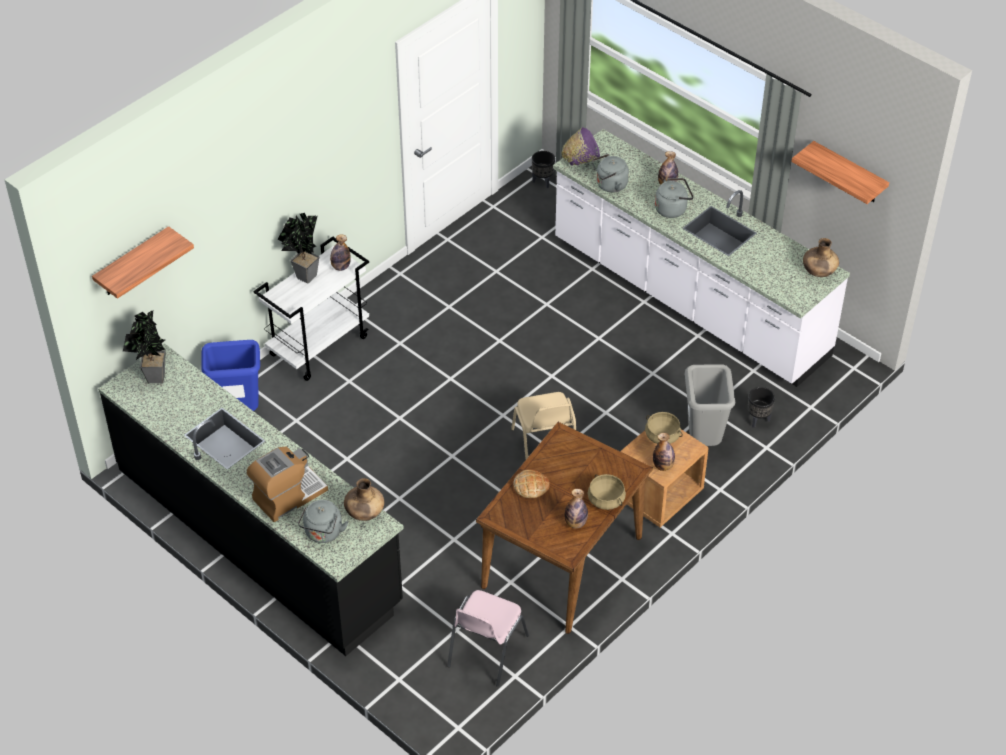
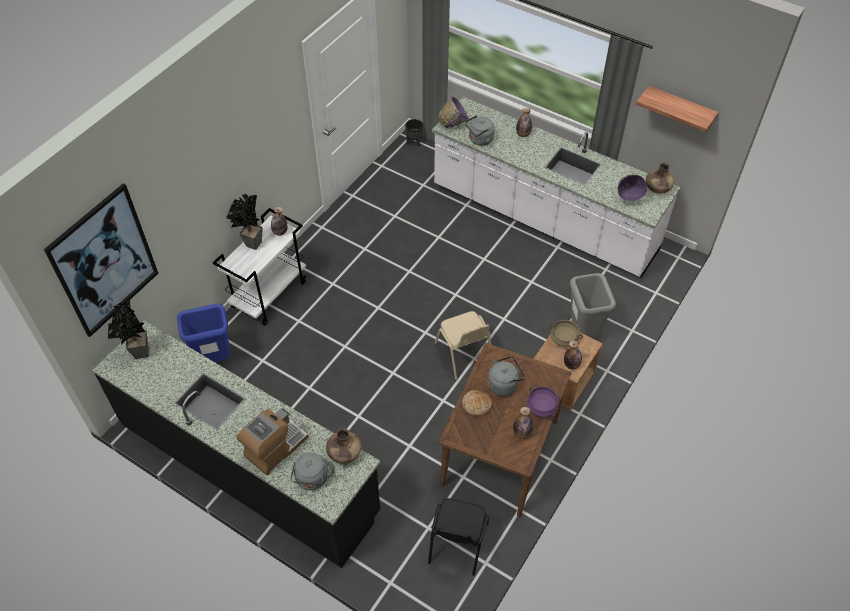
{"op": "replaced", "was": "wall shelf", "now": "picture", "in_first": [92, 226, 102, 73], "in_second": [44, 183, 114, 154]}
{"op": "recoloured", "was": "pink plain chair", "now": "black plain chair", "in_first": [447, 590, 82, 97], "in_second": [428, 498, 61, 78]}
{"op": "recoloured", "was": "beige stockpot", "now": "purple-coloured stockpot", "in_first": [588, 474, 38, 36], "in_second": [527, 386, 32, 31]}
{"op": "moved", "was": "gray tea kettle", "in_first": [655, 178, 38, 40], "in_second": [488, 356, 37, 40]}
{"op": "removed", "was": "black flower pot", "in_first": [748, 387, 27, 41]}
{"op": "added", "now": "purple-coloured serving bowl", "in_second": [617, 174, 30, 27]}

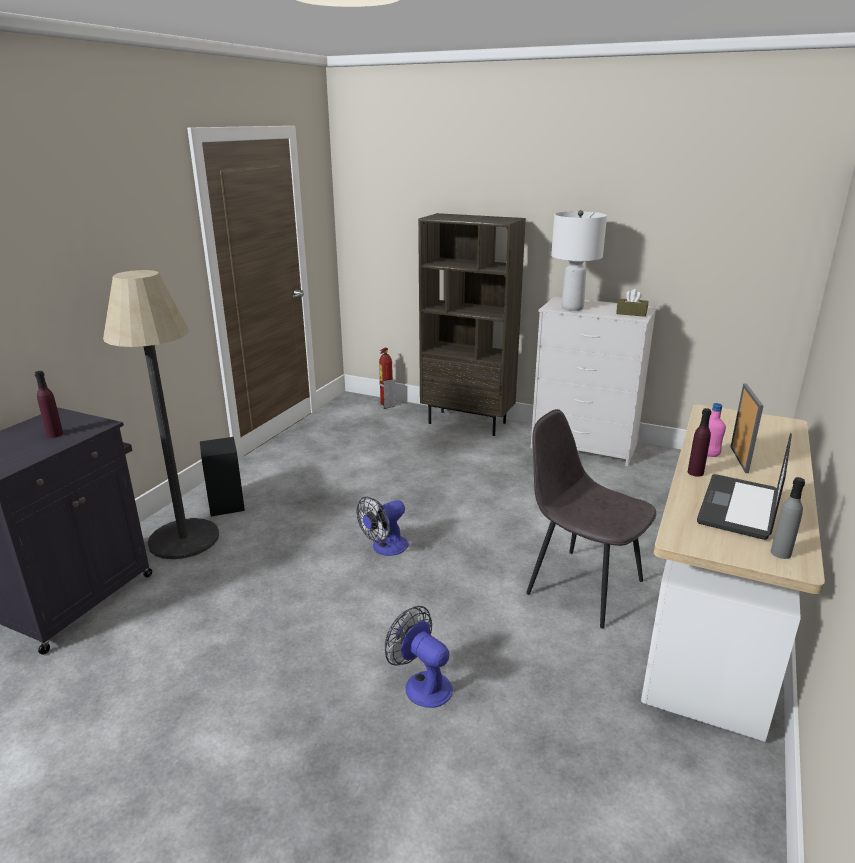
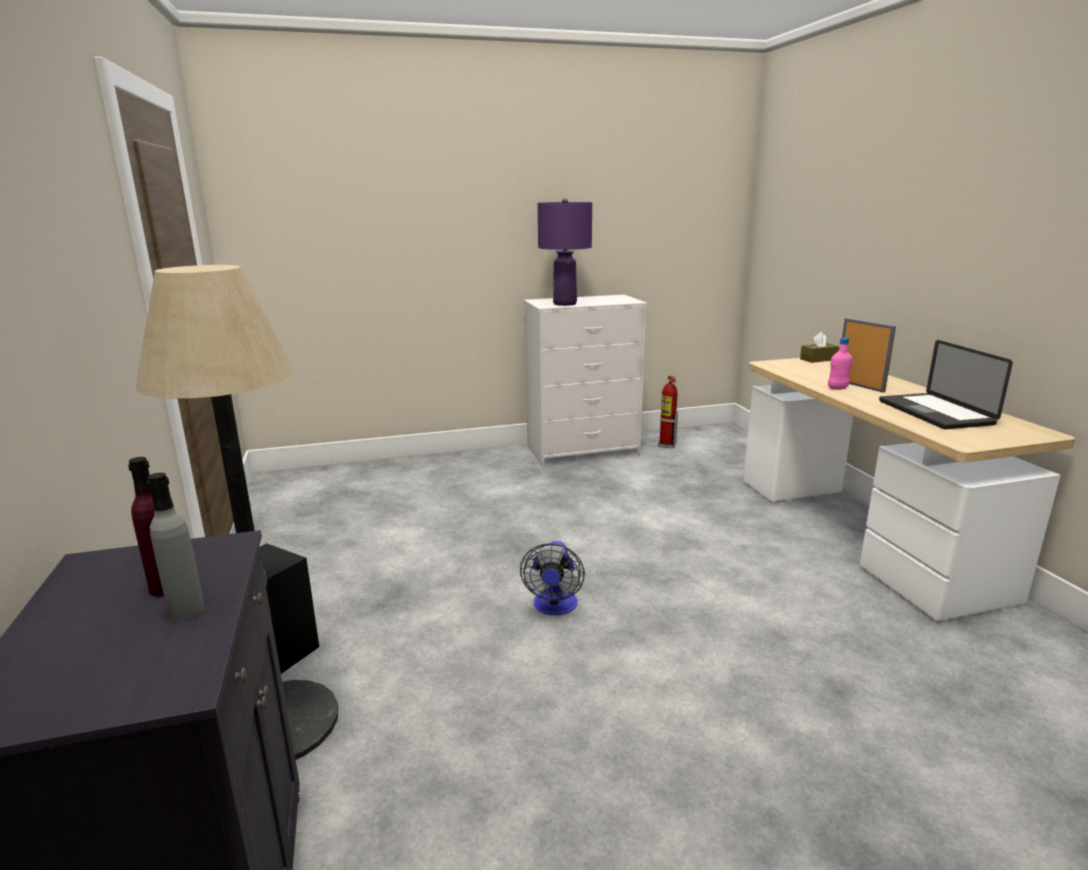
{"op": "moved", "was": "extinguisher", "in_first": [378, 348, 18, 61], "in_second": [658, 376, 20, 73]}
{"op": "removed", "was": "electric fan", "in_first": [385, 606, 68, 102]}
{"op": "removed", "was": "brown shelving unit", "in_first": [418, 213, 108, 223]}
{"op": "removed", "was": "gray plain chair", "in_first": [526, 409, 130, 219]}
{"op": "recoloured", "was": "whitish lamp for a table", "now": "purple-coloured lamp for a table", "in_first": [551, 210, 56, 101], "in_second": [538, 198, 54, 108]}
{"op": "moved", "was": "brown box of tissues", "in_first": [616, 289, 32, 28], "in_second": [800, 332, 39, 31]}
{"op": "removed", "was": "purple-coloured bottle", "in_first": [688, 408, 23, 69]}
{"op": "moved", "was": "gray bottle", "in_first": [771, 477, 34, 82], "in_second": [147, 473, 58, 147]}

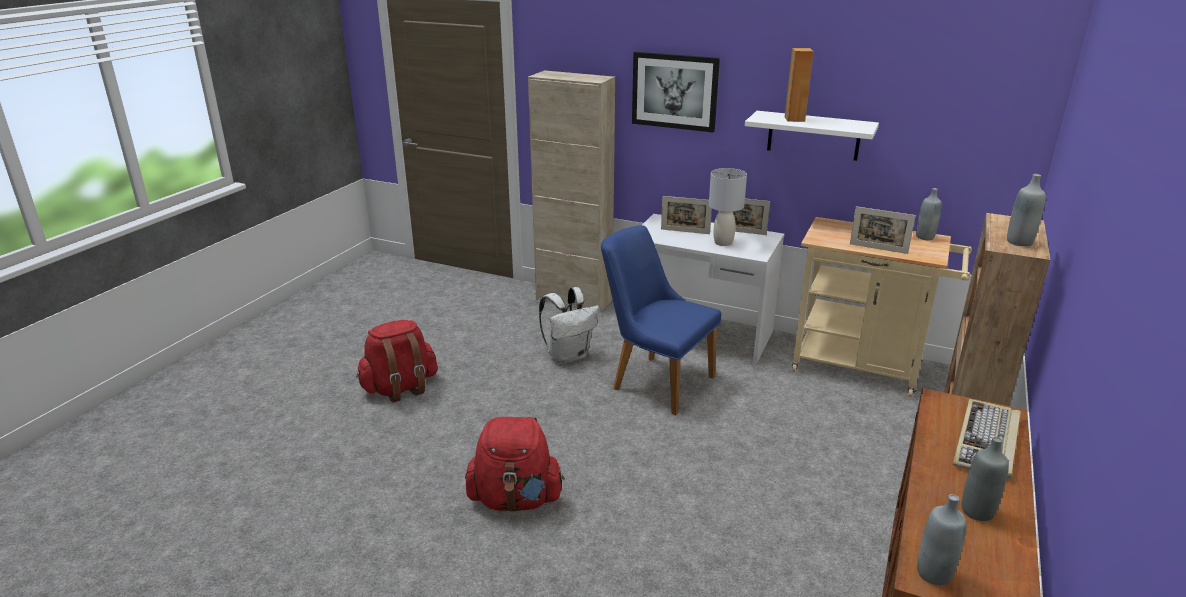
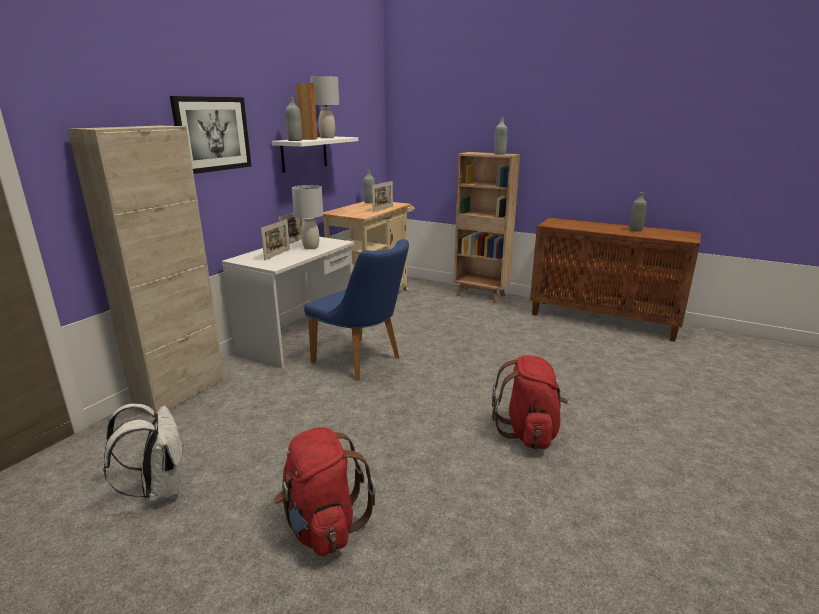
{"op": "moved", "was": "whitish knapsack", "in_first": [539, 287, 60, 77], "in_second": [103, 404, 81, 100]}
{"op": "turned", "was": "blue plain chair", "in_first": [601, 225, 121, 190], "in_second": [304, 239, 105, 141], "clockwise": -90}
{"op": "moved", "was": "gray bottle", "in_first": [917, 494, 49, 91], "in_second": [285, 97, 17, 44]}
{"op": "removed", "was": "keyboard", "in_first": [953, 399, 68, 81]}
{"op": "added", "now": "gray lamp for a table", "in_second": [310, 76, 29, 62]}

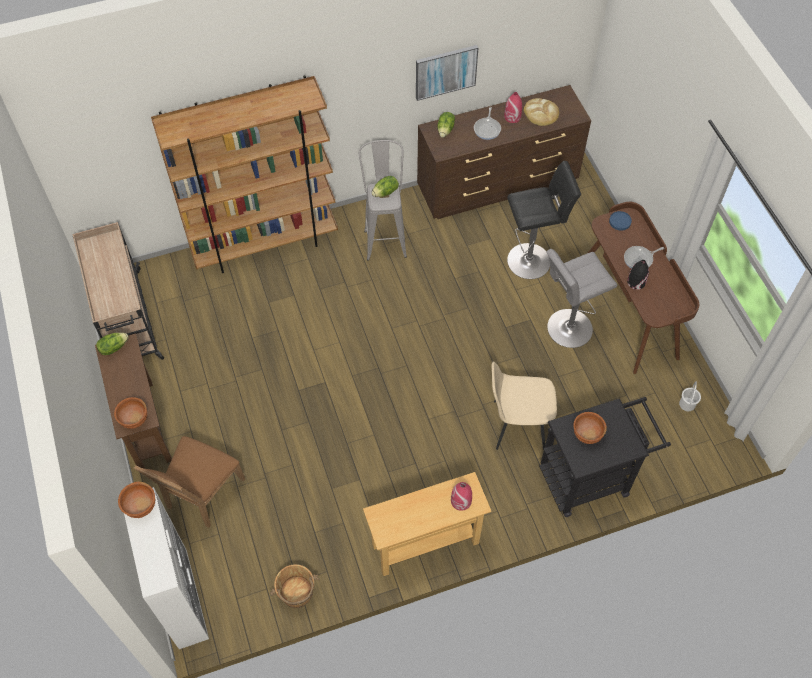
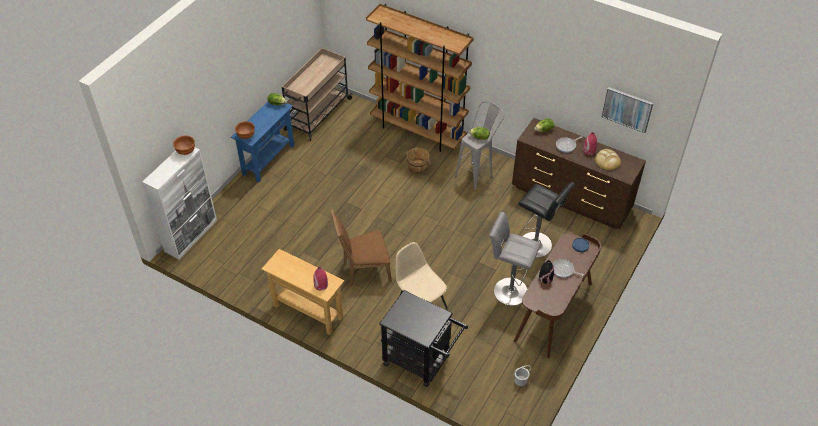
{"op": "recoloured", "was": "brown console table", "now": "blue console table", "in_first": [95, 333, 77, 136], "in_second": [231, 101, 63, 81]}
{"op": "moved", "was": "brown plain chair", "in_first": [134, 436, 111, 92], "in_second": [331, 210, 61, 77]}
{"op": "moved", "was": "brown water bucket", "in_first": [269, 564, 51, 44], "in_second": [405, 148, 26, 26]}
{"op": "moved", "was": "picture", "in_first": [416, 45, 62, 56], "in_second": [602, 87, 51, 46]}
{"op": "removed", "was": "brown serving bowl", "in_first": [573, 412, 34, 32]}

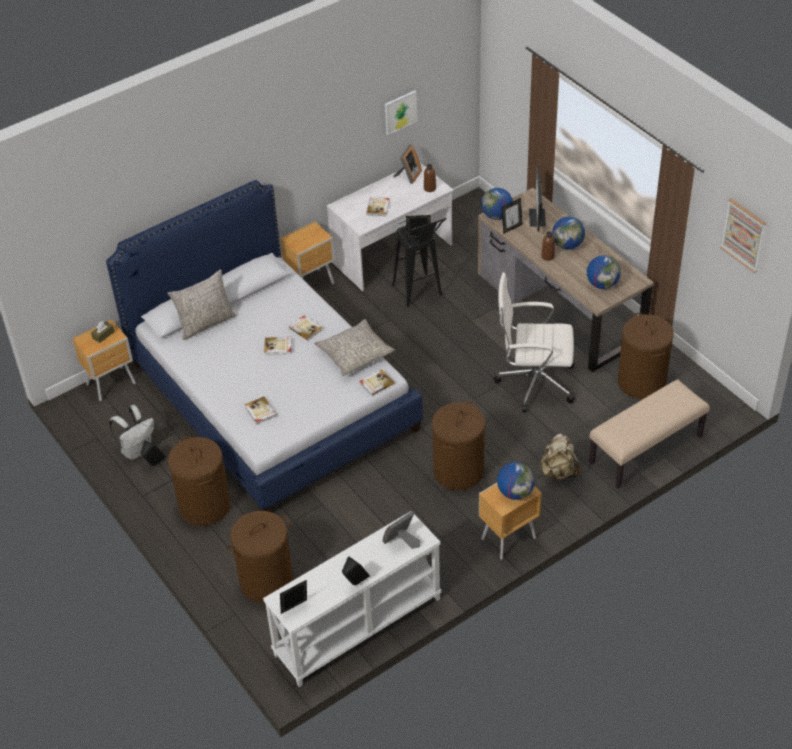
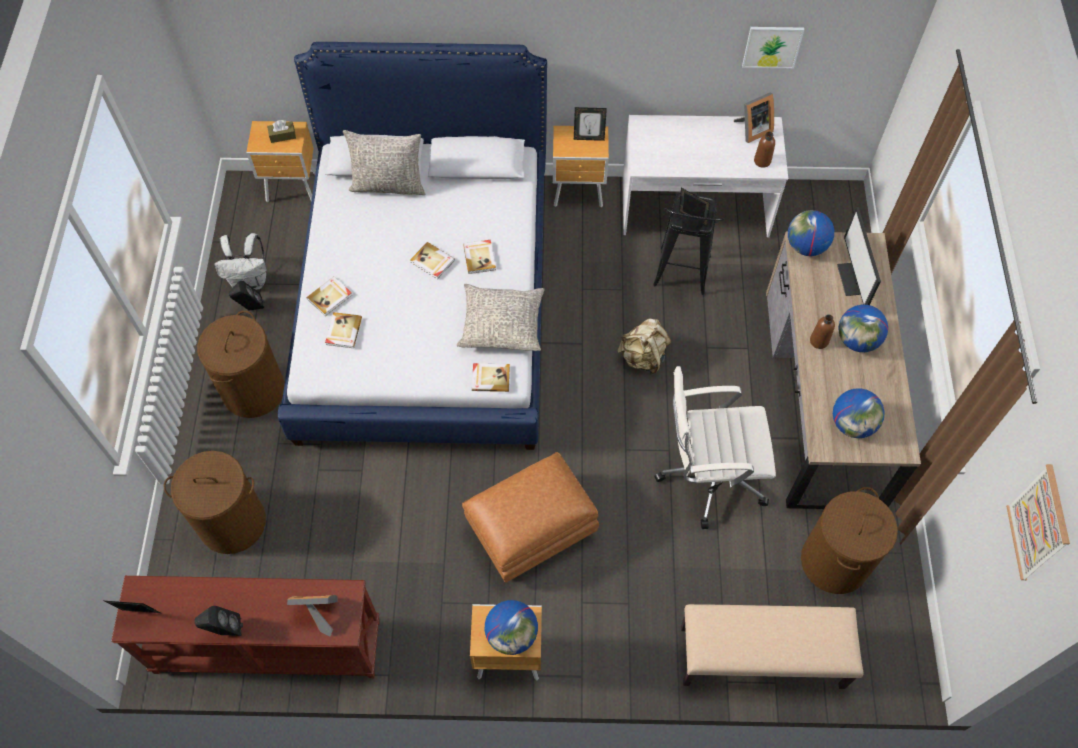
{"op": "recoloured", "was": "whitish console table", "now": "brown console table", "in_first": [263, 511, 178, 176], "in_second": [111, 576, 269, 102]}
{"op": "moved", "was": "volume", "in_first": [366, 197, 24, 19], "in_second": [306, 277, 46, 39]}
{"op": "replaced", "was": "brown hamper", "now": "brown pouffe", "in_first": [432, 401, 53, 89], "in_second": [462, 452, 137, 131]}
{"op": "turned", "was": "whitish desk chair", "in_first": [494, 272, 81, 141], "in_second": [654, 366, 122, 163], "clockwise": -45}
{"op": "moved", "was": "photo frame", "in_first": [502, 198, 20, 36], "in_second": [574, 107, 33, 34]}
{"op": "turned", "was": "computer display", "in_first": [529, 165, 17, 67], "in_second": [837, 207, 44, 98], "clockwise": -45}
{"op": "moved", "was": "beige knapsack", "in_first": [540, 433, 40, 47], "in_second": [618, 319, 54, 56]}

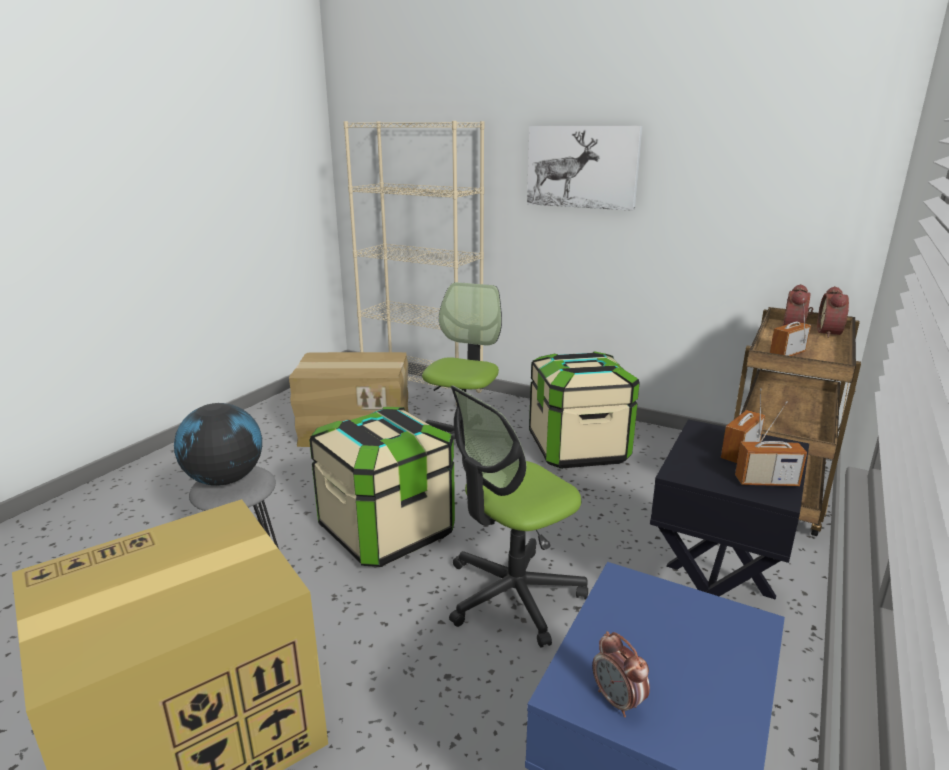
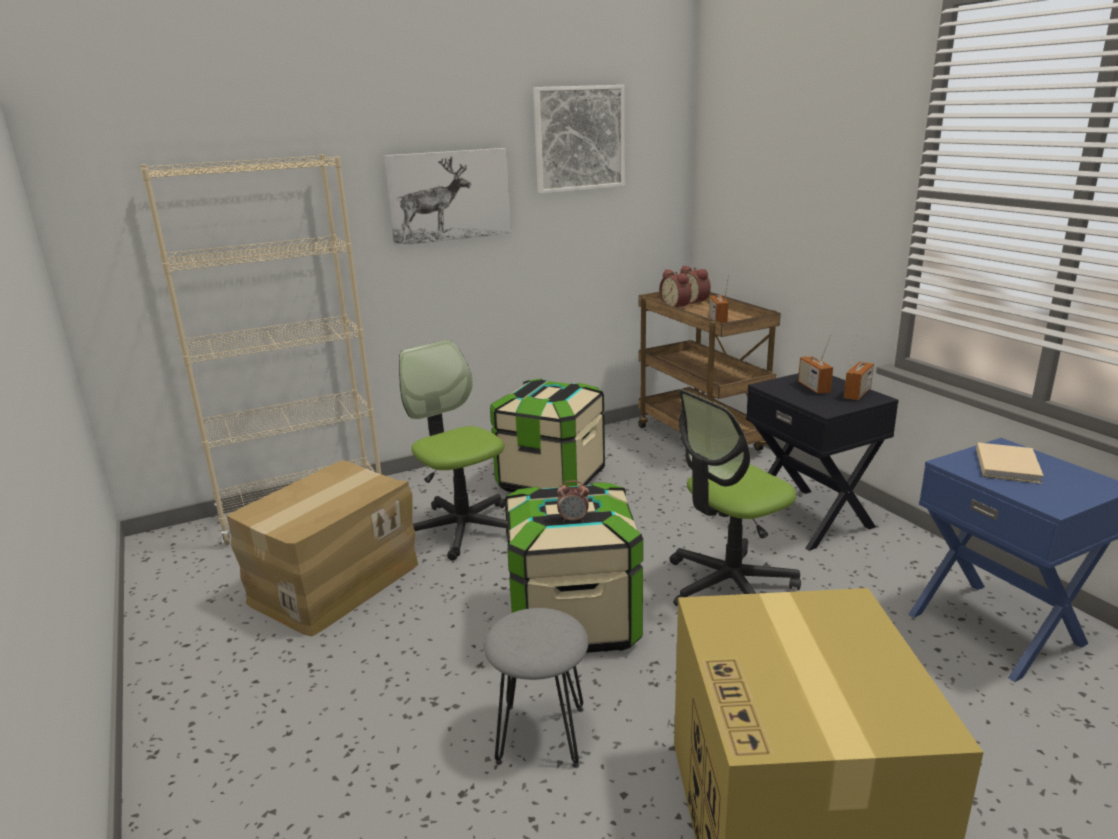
{"op": "removed", "was": "desk globe", "in_first": [174, 403, 88, 83]}
{"op": "turned", "was": "desk chair", "in_first": [449, 385, 139, 263], "in_second": [670, 389, 131, 217], "clockwise": 60}
{"op": "moved", "was": "alarm clock", "in_first": [592, 631, 58, 86], "in_second": [557, 480, 32, 42]}
{"op": "added", "now": "picture", "in_second": [533, 85, 92, 109]}
{"op": "added", "now": "beige volume", "in_second": [976, 443, 68, 41]}

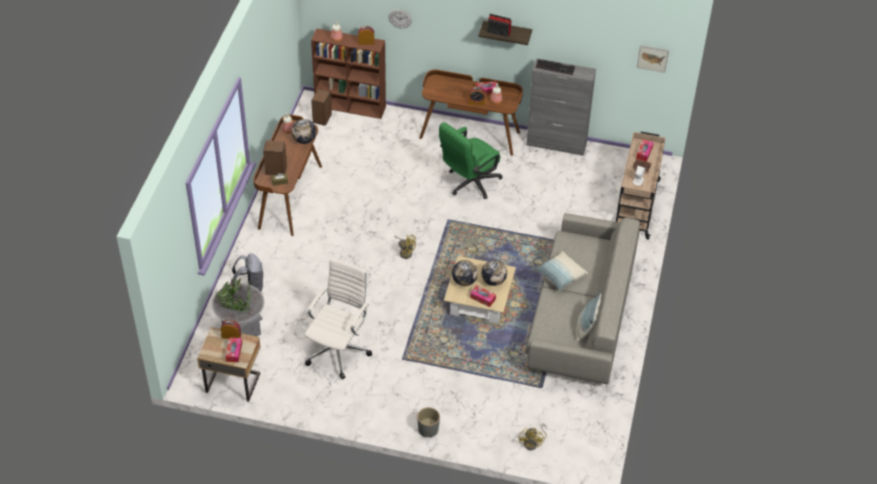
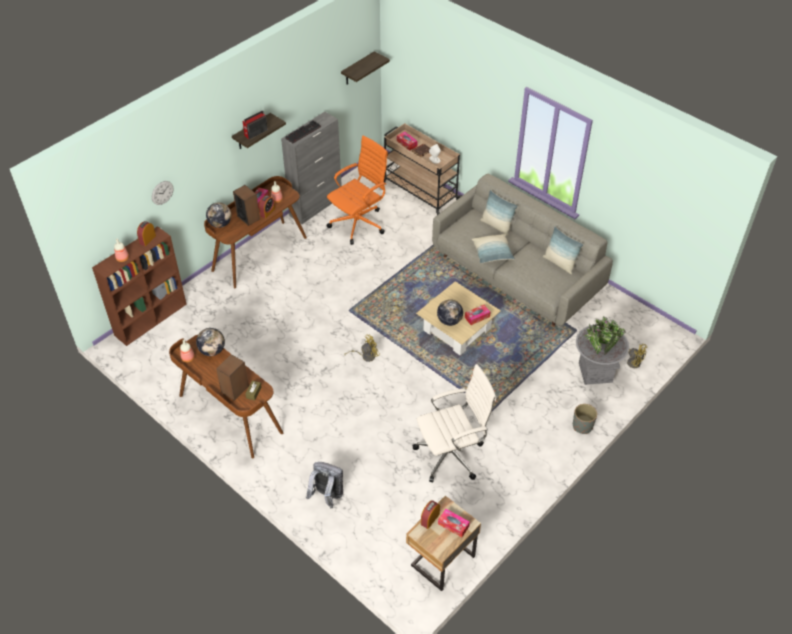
{"op": "moved", "was": "gray flower pot", "in_first": [212, 278, 52, 58], "in_second": [576, 317, 53, 68]}
{"op": "turned", "was": "whitish desk chair", "in_first": [304, 259, 68, 120], "in_second": [413, 364, 83, 118], "clockwise": 105}
{"op": "moved", "was": "loudspeaker", "in_first": [311, 89, 21, 37], "in_second": [233, 185, 27, 41]}
{"op": "removed", "was": "greenish desk chair", "in_first": [439, 122, 63, 77]}
{"op": "moved", "was": "desk globe", "in_first": [481, 260, 26, 26], "in_second": [206, 202, 25, 26]}
{"op": "replaced", "was": "picture", "now": "wall shelf", "in_first": [637, 45, 32, 28], "in_second": [341, 51, 49, 33]}
{"op": "added", "now": "orange desk chair", "in_second": [326, 135, 62, 110]}
{"op": "added", "now": "cushion", "in_second": [480, 190, 38, 46]}

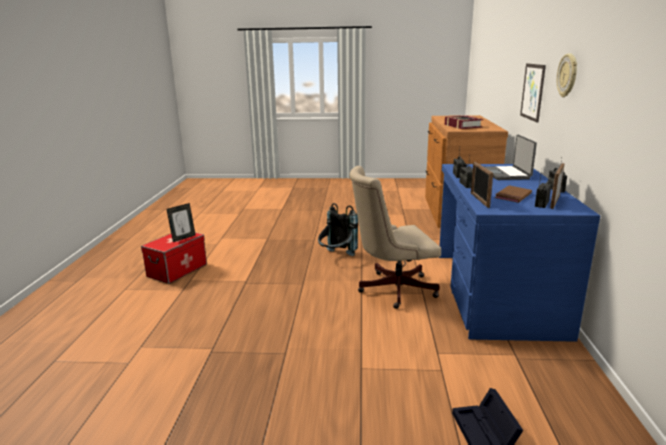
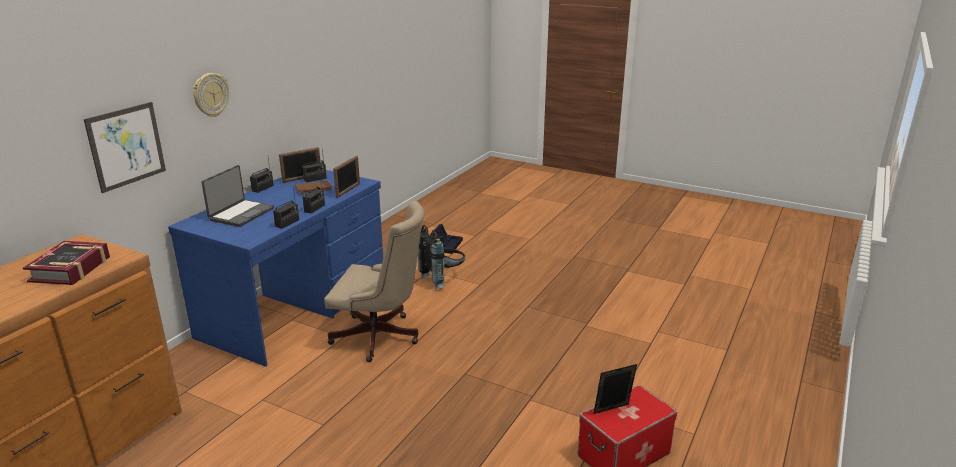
{"op": "moved", "was": "black knapsack", "in_first": [318, 203, 40, 53], "in_second": [418, 225, 47, 64]}

